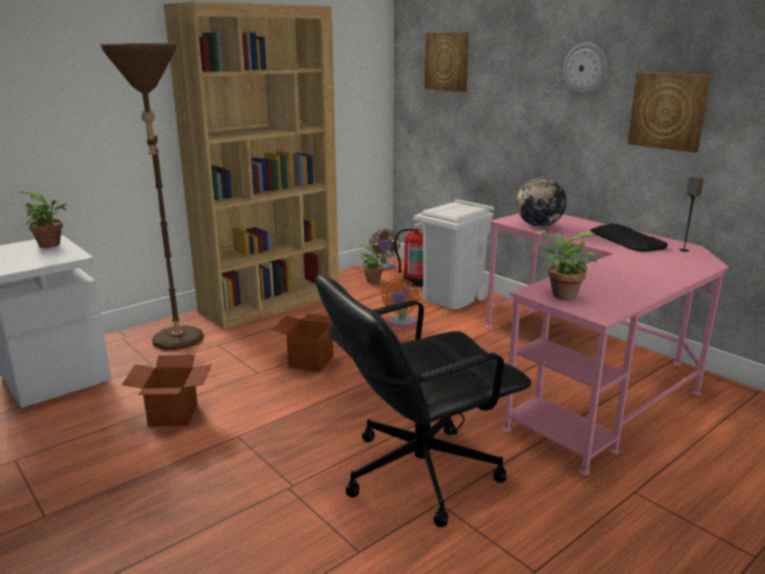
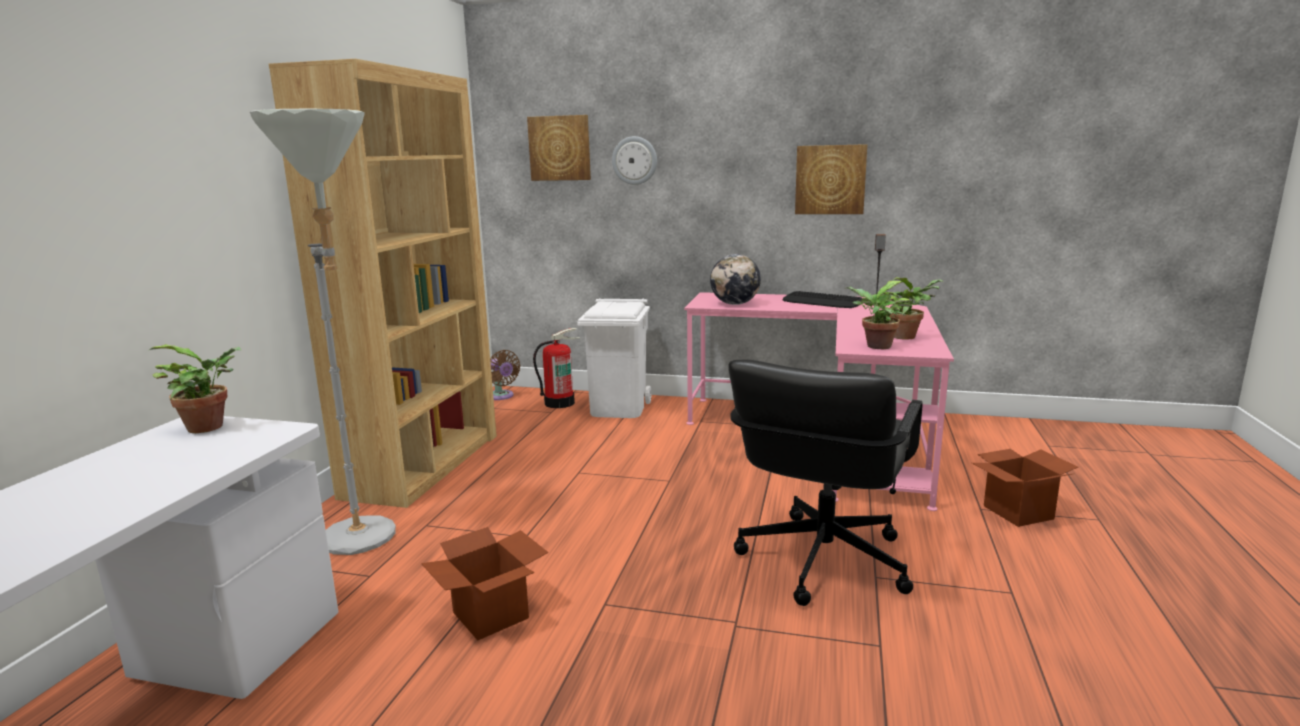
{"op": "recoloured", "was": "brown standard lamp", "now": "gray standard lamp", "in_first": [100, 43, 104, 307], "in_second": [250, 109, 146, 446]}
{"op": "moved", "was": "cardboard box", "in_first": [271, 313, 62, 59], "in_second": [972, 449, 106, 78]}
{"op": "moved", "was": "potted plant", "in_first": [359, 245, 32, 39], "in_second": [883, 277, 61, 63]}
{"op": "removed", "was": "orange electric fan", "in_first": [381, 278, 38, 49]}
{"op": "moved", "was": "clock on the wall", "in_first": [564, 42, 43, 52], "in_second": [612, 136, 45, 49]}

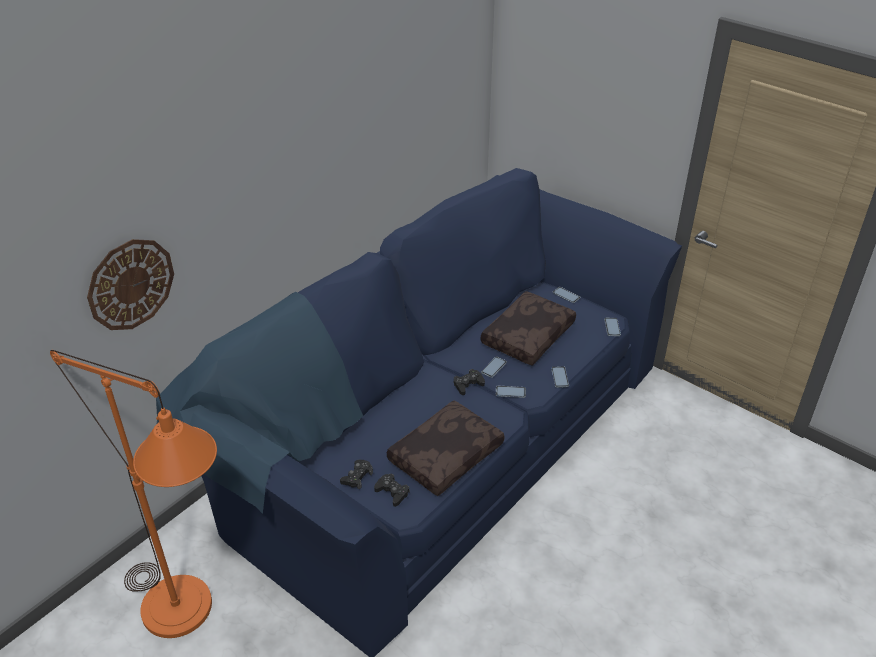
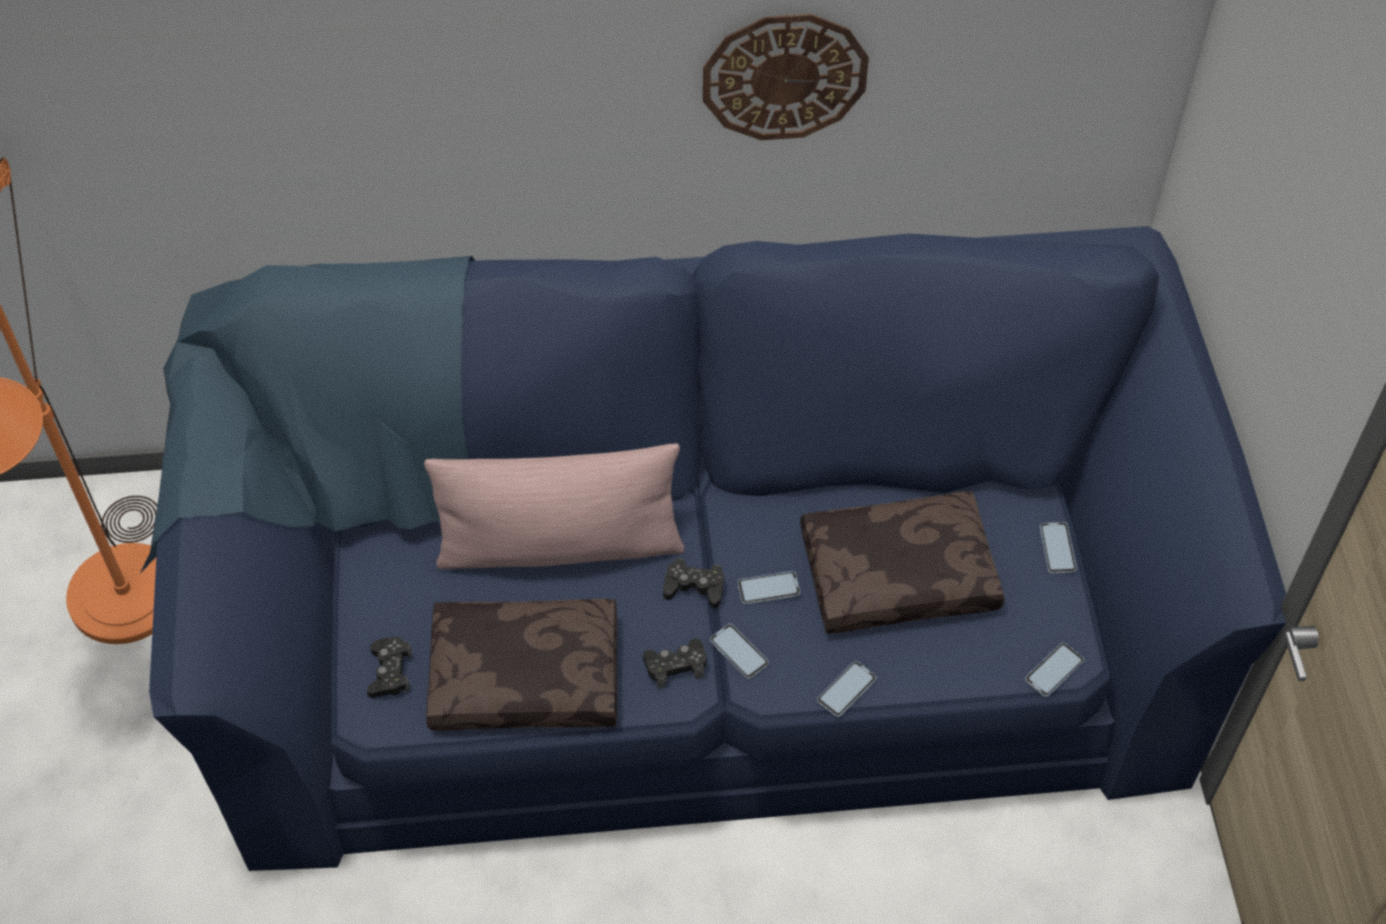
{"op": "moved", "was": "clock on the wall", "in_first": [87, 239, 87, 91], "in_second": [703, 14, 166, 126]}
{"op": "moved", "was": "black joypad", "in_first": [340, 460, 33, 30], "in_second": [643, 639, 63, 49]}
{"op": "added", "now": "pink cushion", "in_second": [424, 444, 260, 125]}

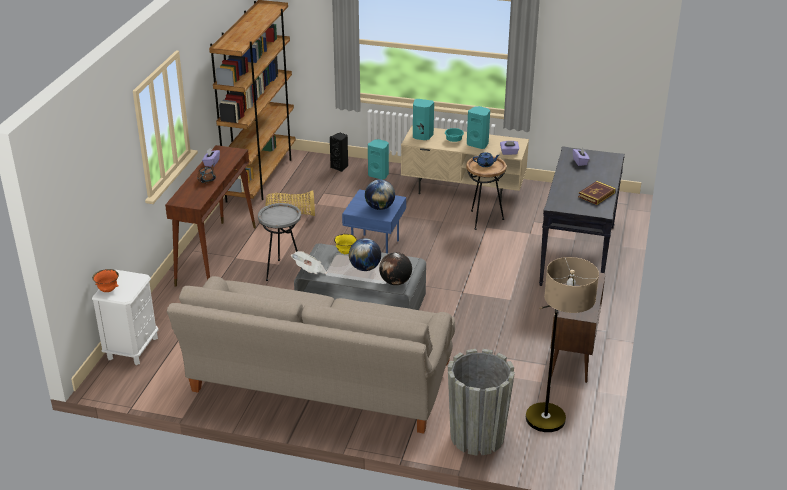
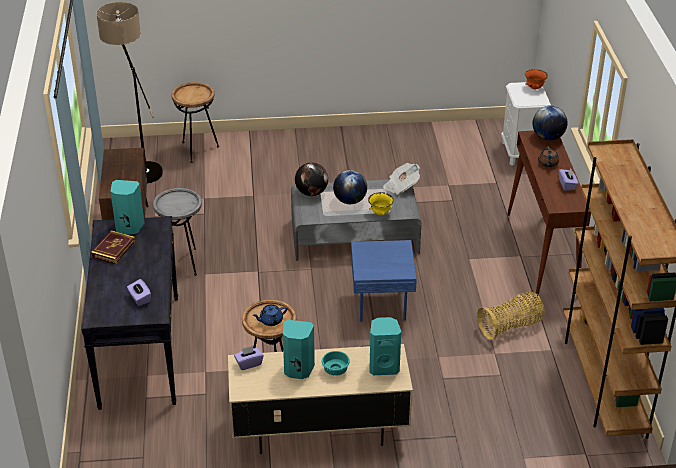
{"op": "removed", "was": "beige sofa", "in_first": [167, 276, 288, 158]}
{"op": "moved", "was": "gray end table", "in_first": [258, 203, 43, 78], "in_second": [153, 188, 49, 88]}
{"op": "removed", "was": "black loudspeaker", "in_first": [330, 133, 18, 39]}
{"op": "moved", "was": "desk globe", "in_first": [365, 179, 30, 31], "in_second": [532, 106, 36, 35]}
{"op": "moved", "was": "turquoise-coloured loudspeaker", "in_first": [368, 139, 21, 41], "in_second": [110, 180, 34, 55]}
{"op": "replaced", "was": "gray flower pot", "now": "brown end table", "in_first": [448, 349, 67, 107], "in_second": [171, 82, 48, 81]}

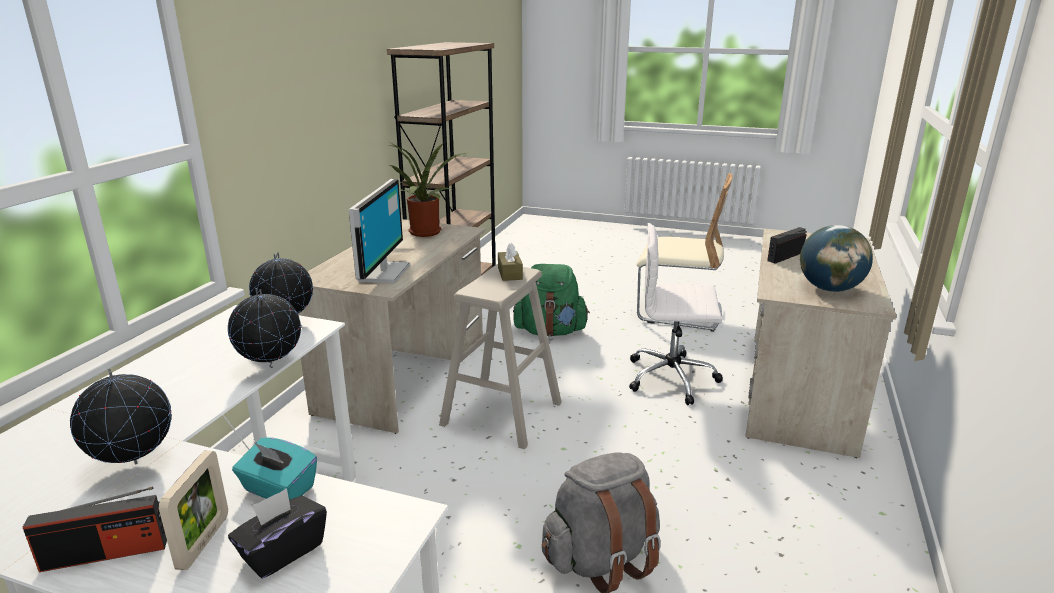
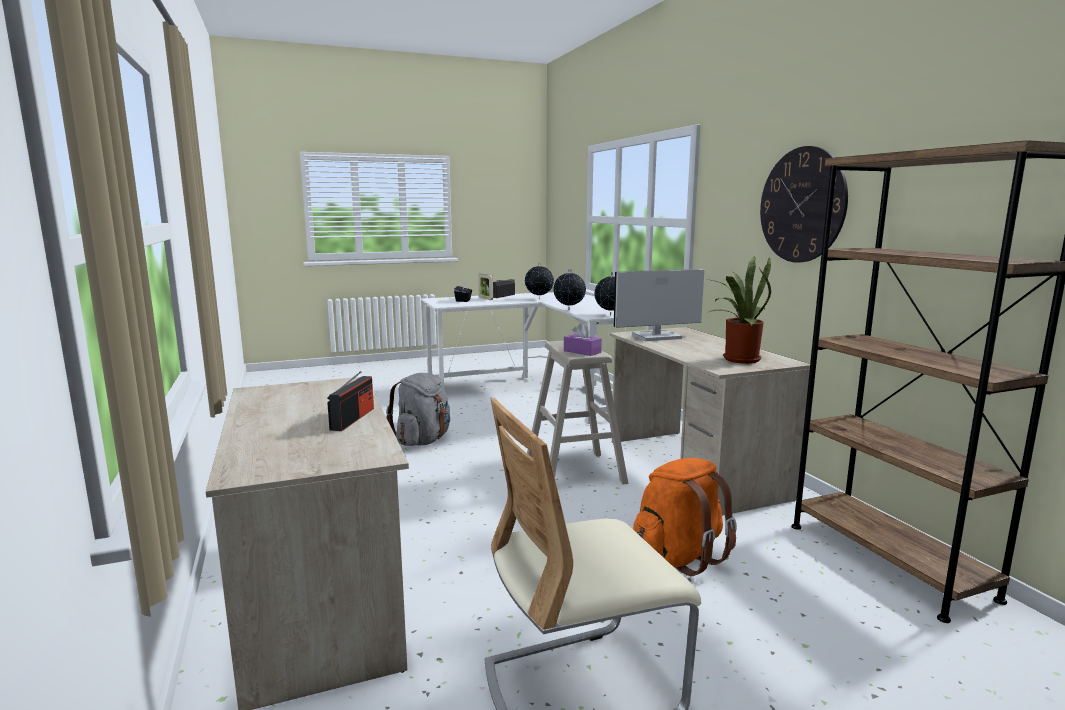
{"op": "removed", "was": "turquoise-coloured box of tissues", "in_first": [232, 437, 85, 63]}
{"op": "turned", "was": "computer display", "in_first": [349, 179, 61, 105], "in_second": [614, 269, 90, 72], "clockwise": 105}
{"op": "recoloured", "was": "brown box of tissues", "now": "purple-coloured box of tissues", "in_first": [498, 243, 25, 38], "in_second": [564, 323, 38, 33]}
{"op": "recoloured", "was": "greenish knapsack", "now": "orange knapsack", "in_first": [513, 264, 77, 72], "in_second": [633, 458, 104, 118]}
{"op": "removed", "was": "whitish desk chair", "in_first": [629, 223, 94, 182]}
{"op": "removed", "was": "desk globe", "in_first": [800, 225, 73, 67]}
{"op": "added", "now": "clock on the wall", "in_second": [760, 146, 88, 117]}

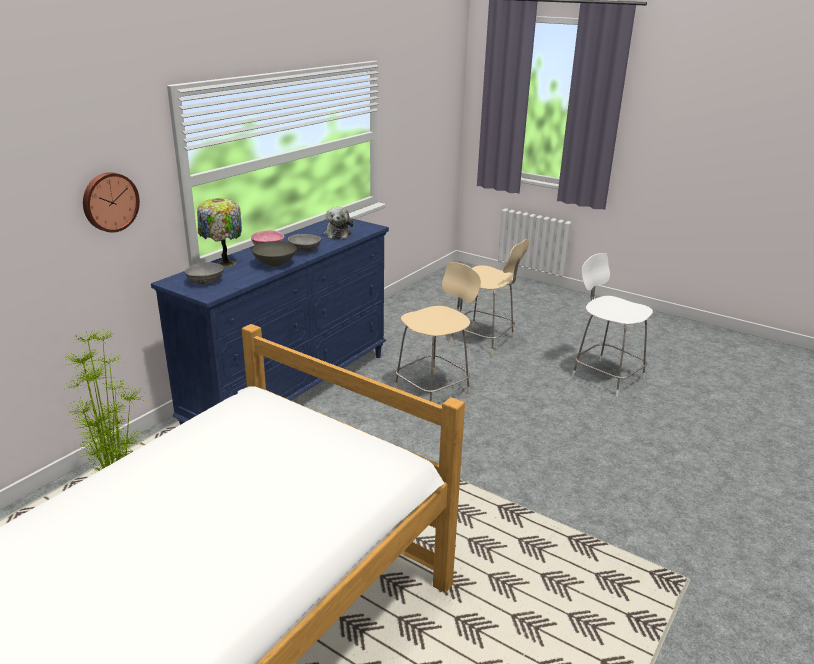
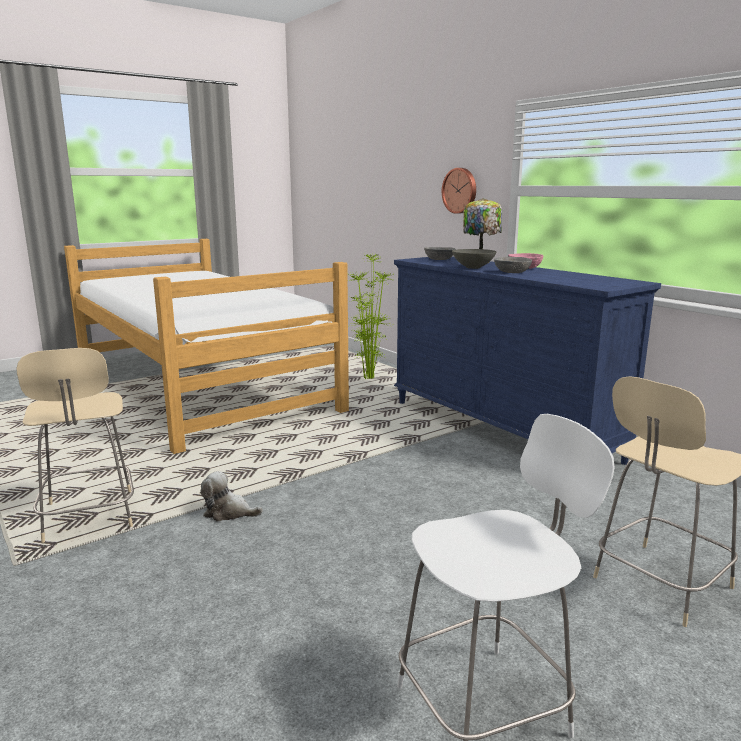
{"op": "moved", "was": "plush toy", "in_first": [323, 207, 30, 32], "in_second": [200, 471, 63, 50]}
{"op": "moved", "was": "beige plain chair", "in_first": [394, 262, 87, 140], "in_second": [16, 348, 118, 195]}

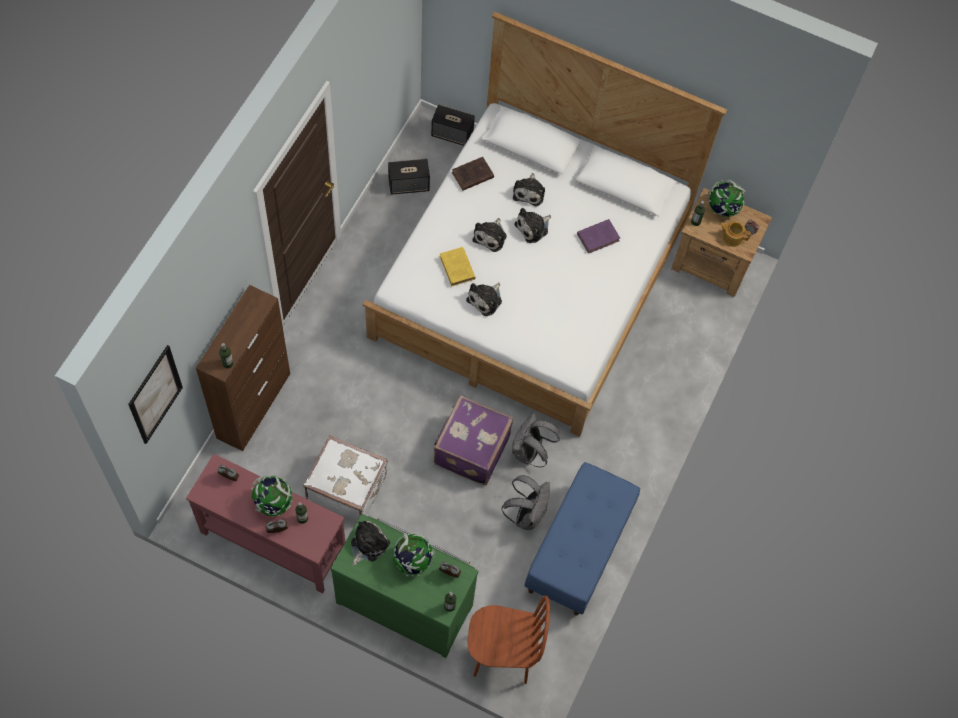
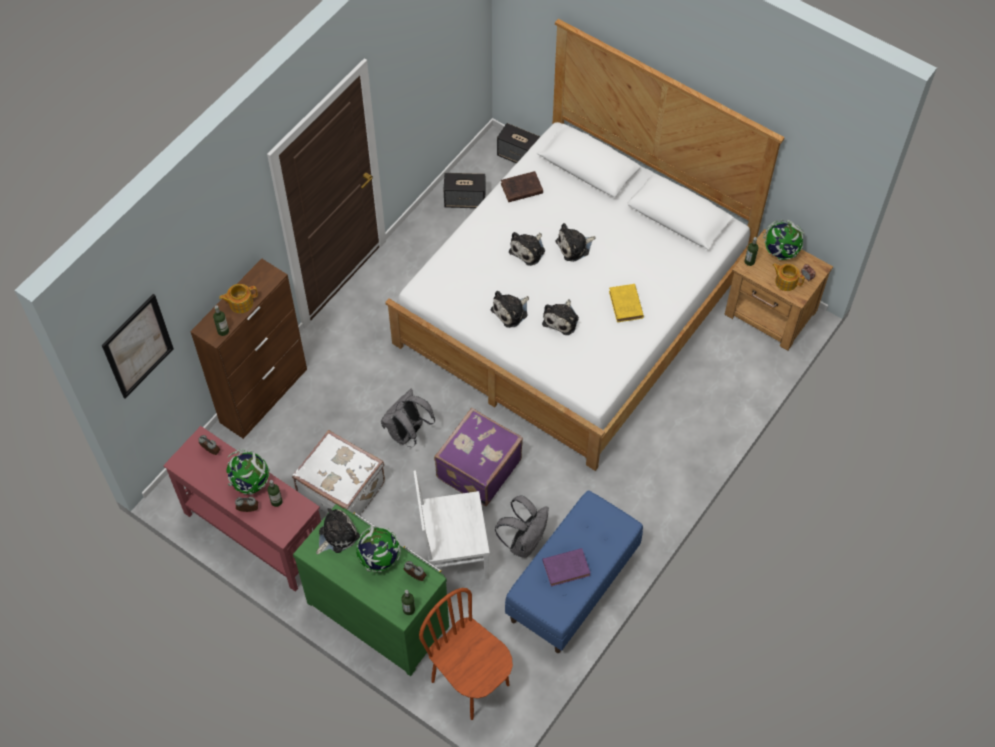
{"op": "moved", "was": "yellow volume", "in_first": [439, 247, 37, 39], "in_second": [609, 284, 35, 38]}
{"op": "turned", "was": "brown plain chair", "in_first": [468, 595, 82, 89], "in_second": [419, 588, 94, 132], "clockwise": -150}
{"op": "moved", "was": "gray knapsack", "in_first": [512, 412, 48, 55], "in_second": [381, 388, 54, 59]}
{"op": "moved", "was": "plush toy", "in_first": [513, 173, 32, 33], "in_second": [542, 299, 37, 36]}
{"op": "moved", "was": "purple-coloured volume", "in_first": [577, 219, 43, 35], "in_second": [542, 548, 48, 39]}
{"op": "added", "now": "pot for tea", "in_second": [219, 284, 39, 29]}
{"op": "added", "now": "whitish plain chair", "in_second": [414, 470, 76, 109]}

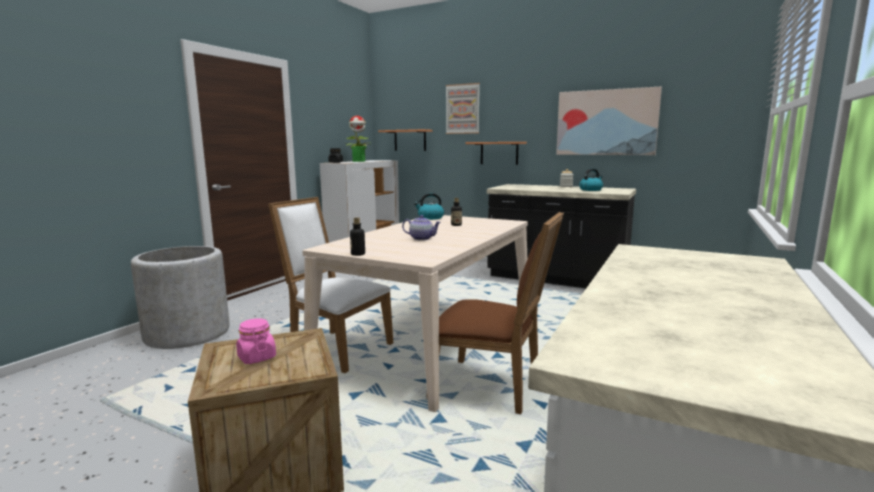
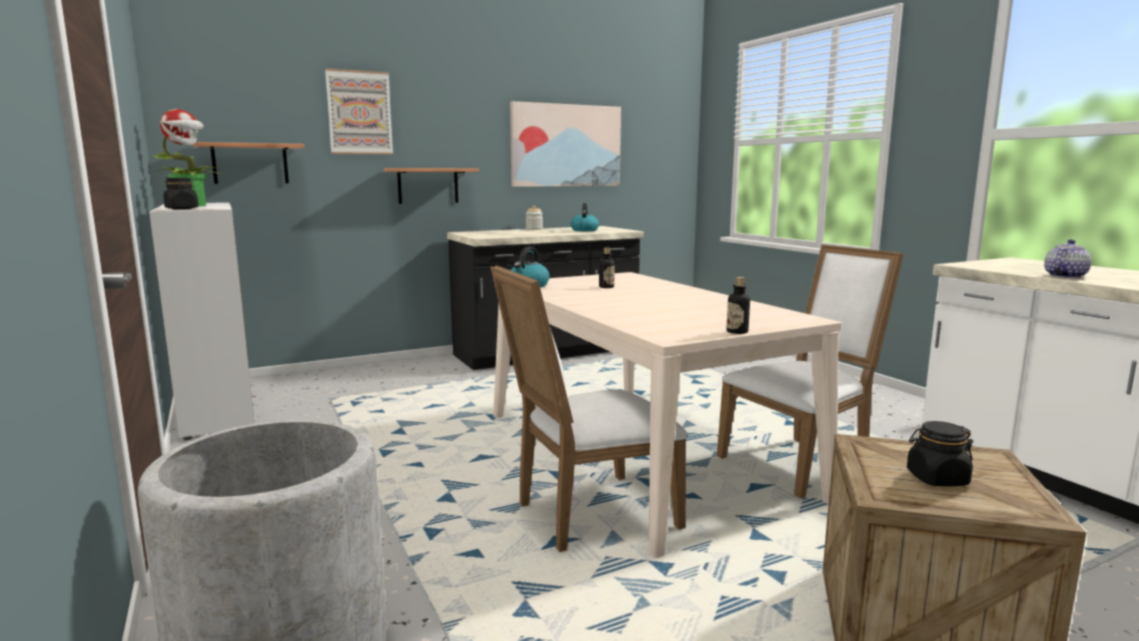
{"op": "recoloured", "was": "pink jar", "now": "black jar", "in_first": [236, 318, 40, 46], "in_second": [907, 421, 66, 65]}
{"op": "moved", "was": "pot for tea", "in_first": [402, 215, 39, 25], "in_second": [1044, 239, 48, 39]}
{"op": "recoloured", "was": "brown plain chair", "now": "whitish plain chair", "in_first": [426, 212, 138, 202], "in_second": [717, 245, 187, 253]}

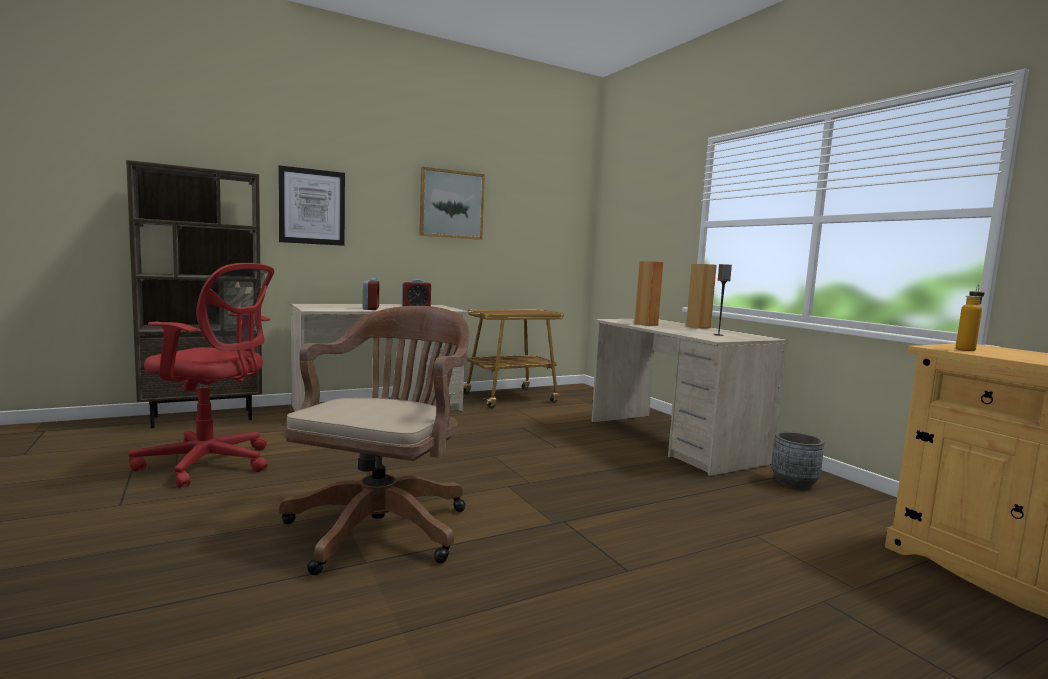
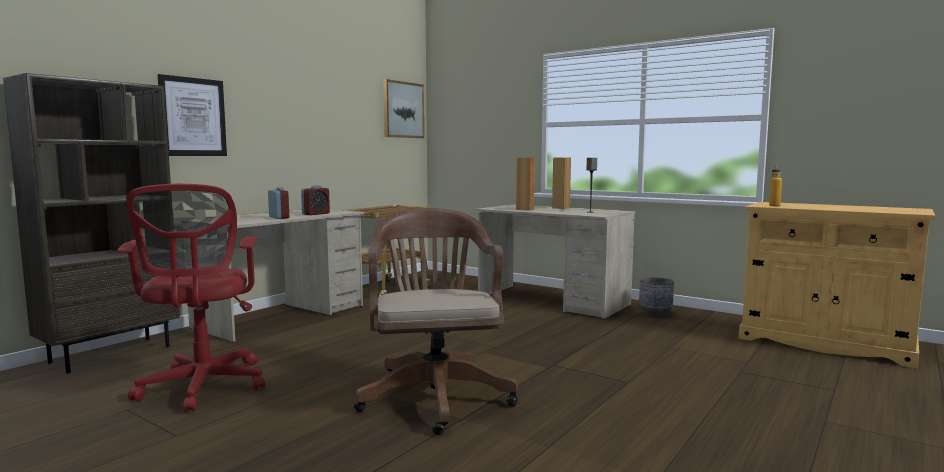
{"op": "turned", "was": "red-coloured desk chair", "in_first": [128, 263, 146, 225], "in_second": [118, 184, 147, 228], "clockwise": 90}
{"op": "moved", "was": "picture", "in_first": [419, 167, 66, 73], "in_second": [383, 79, 41, 59]}

